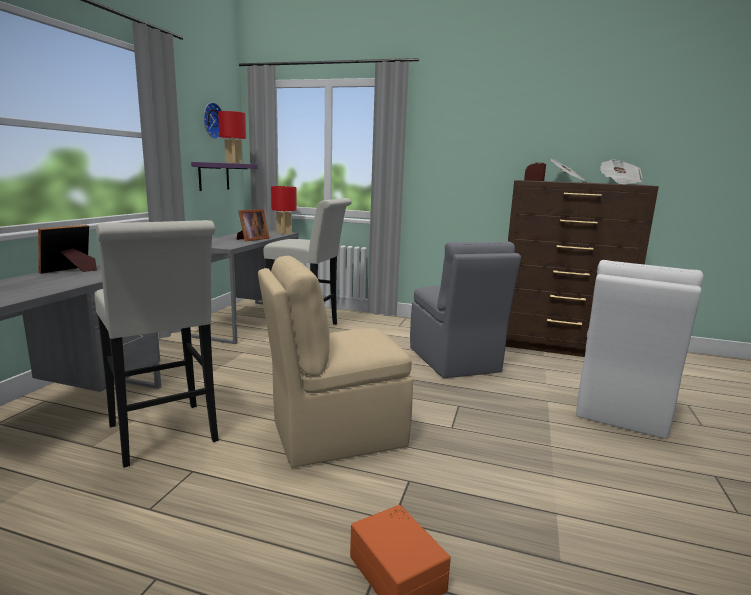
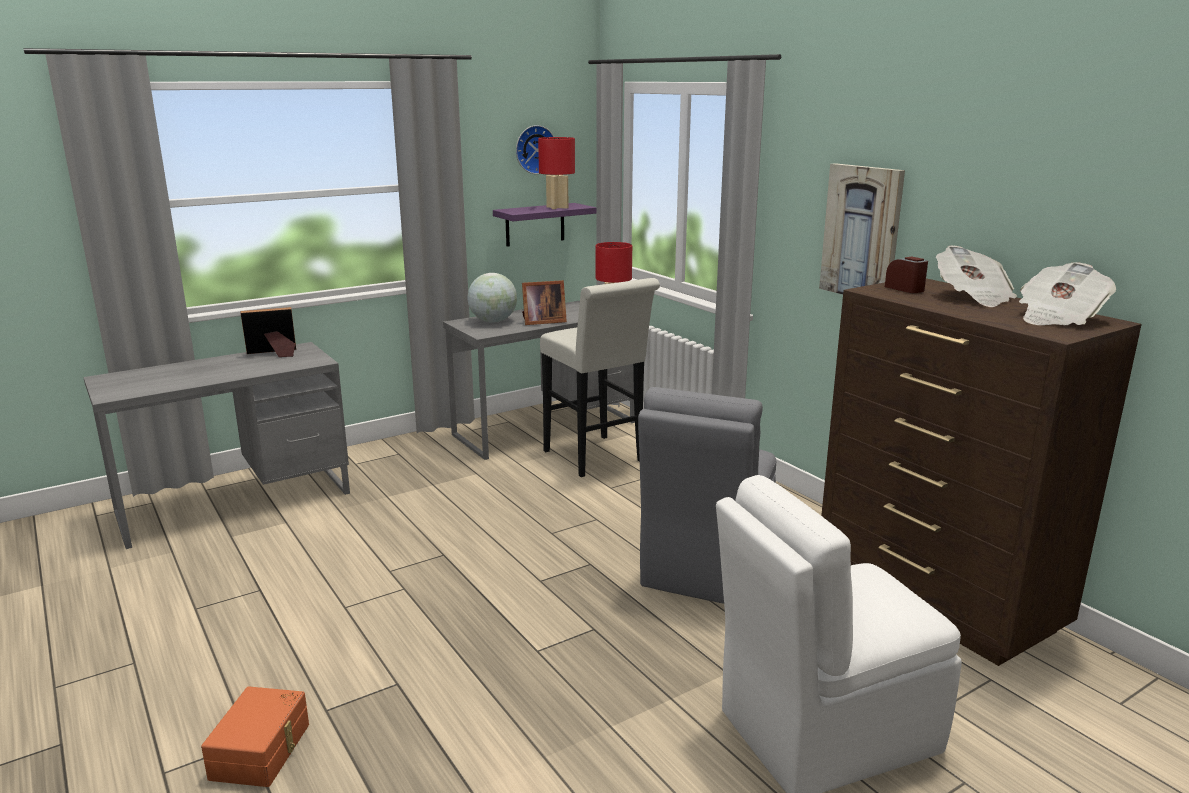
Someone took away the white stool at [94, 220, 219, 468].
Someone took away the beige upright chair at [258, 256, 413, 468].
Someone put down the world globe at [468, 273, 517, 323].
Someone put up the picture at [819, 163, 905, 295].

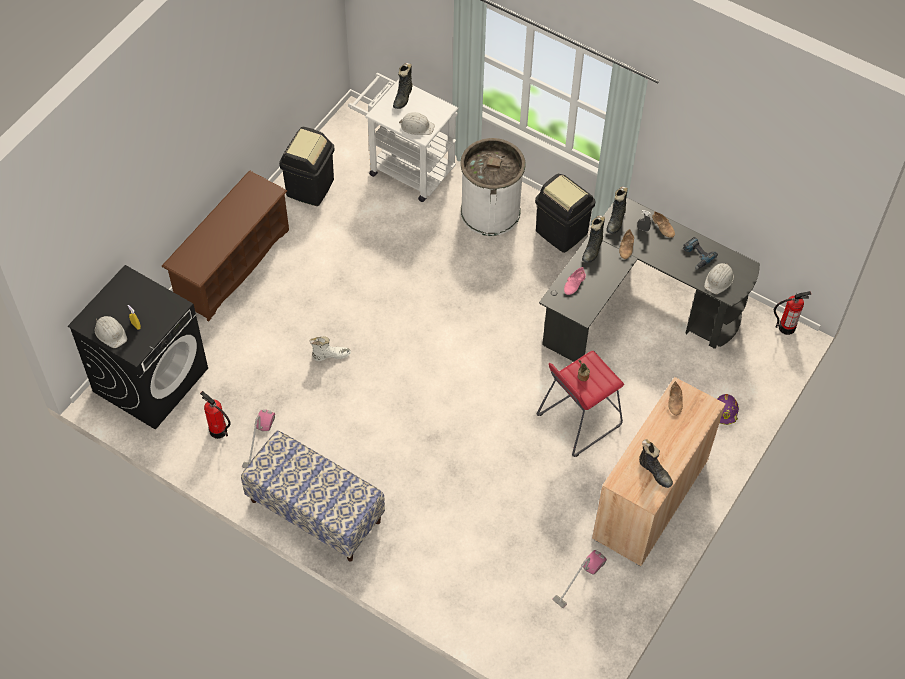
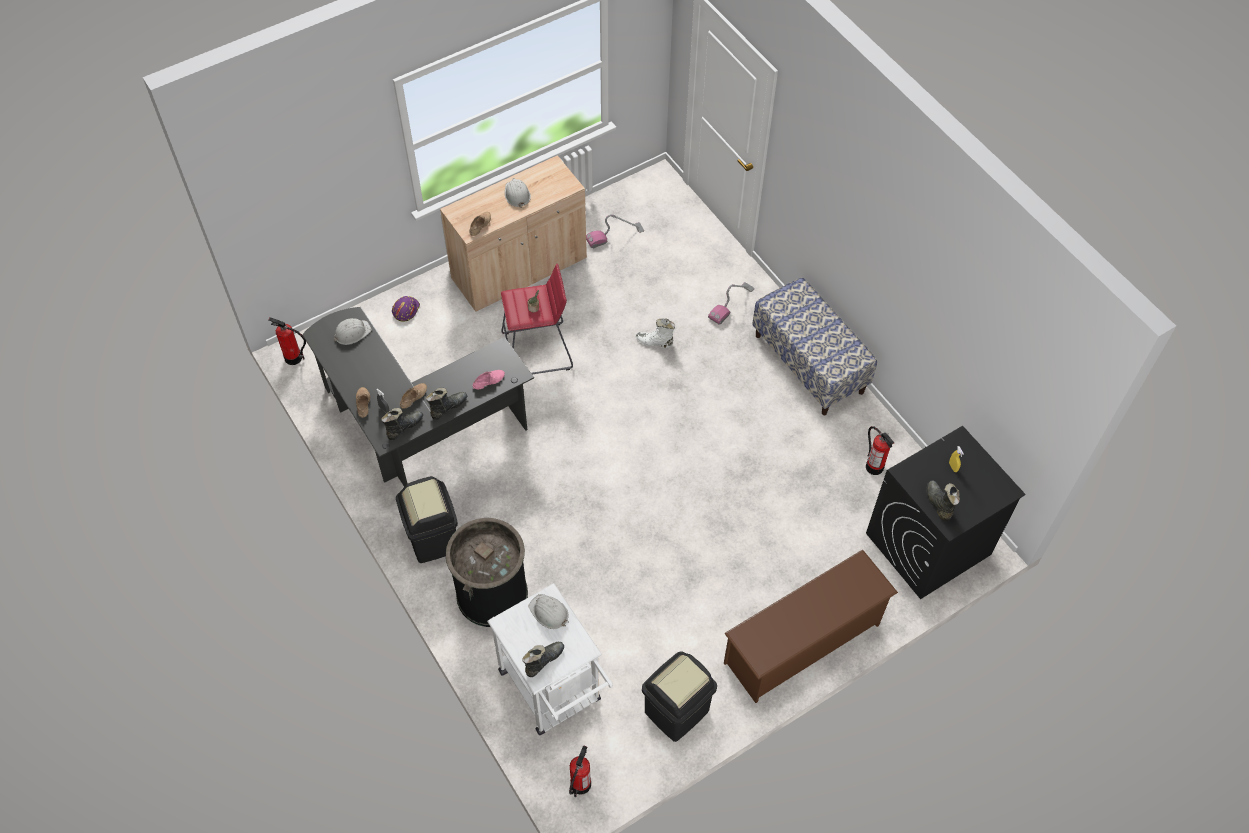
Someone carried the white safety helmet from [95, 316, 127, 348] to [505, 178, 531, 208].
Someone carried the hoover from [242, 409, 275, 468] to [708, 282, 755, 325].
Someone carried the white boot from [310, 336, 351, 361] to [636, 318, 675, 348].
Someone repainted the white rubbish bin at [460, 138, 526, 236], which became the blackish rubbish bin at [445, 518, 528, 627].
Someone carried the blackish boot from [639, 439, 673, 488] to [926, 481, 960, 521].
Someone took away the drill at [683, 237, 718, 269].
Someone put down the fire extinguisher at [569, 745, 591, 797].

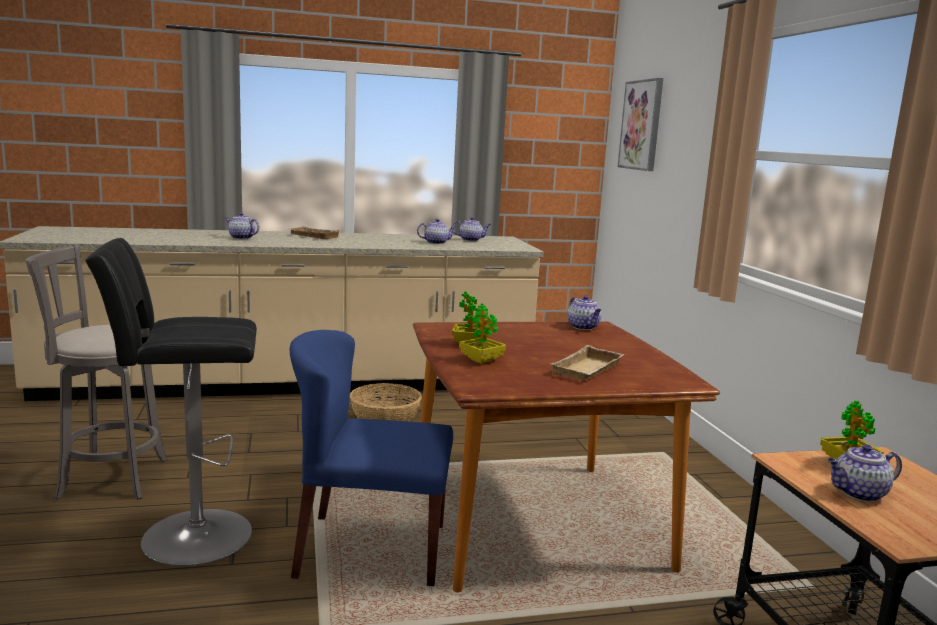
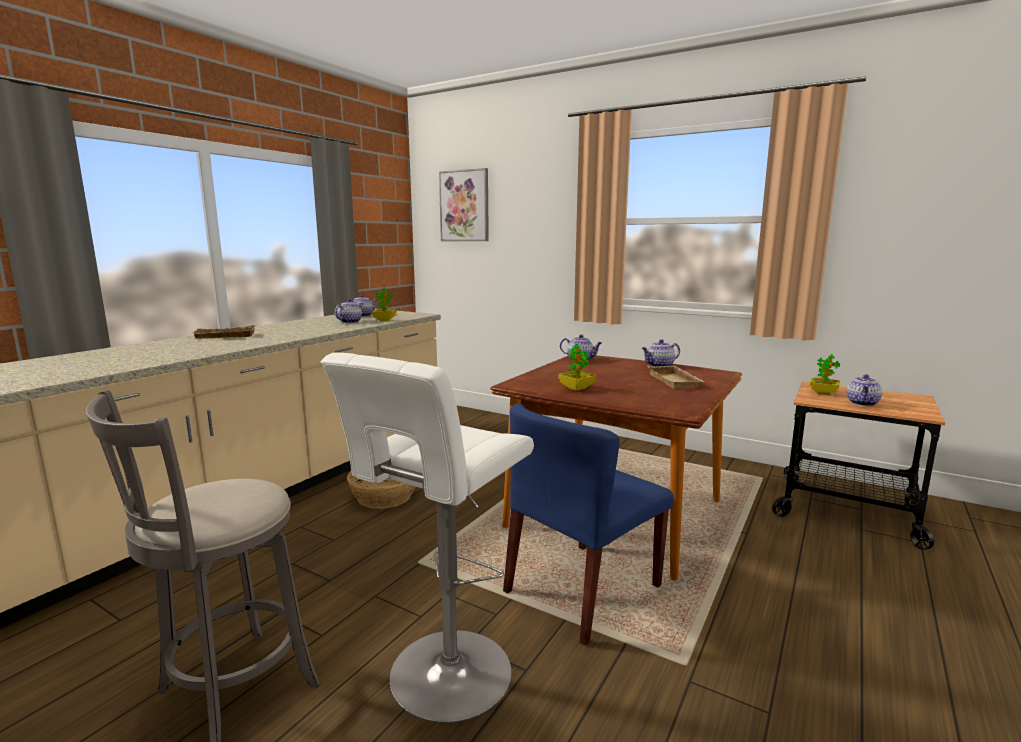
Someone repainted the blackish stool at [85, 238, 257, 566], which became the white stool at [321, 352, 534, 723].
Someone carried the pot for tea from [225, 213, 259, 239] to [642, 339, 680, 367].
Someone carried the houseplant from [459, 305, 506, 364] to [372, 287, 397, 321].

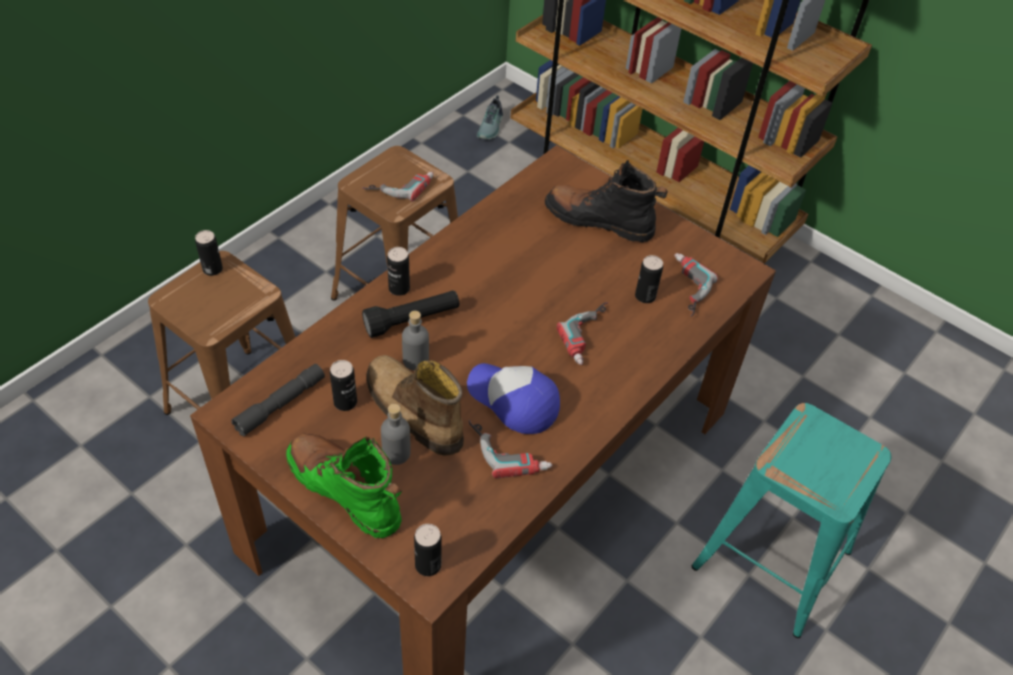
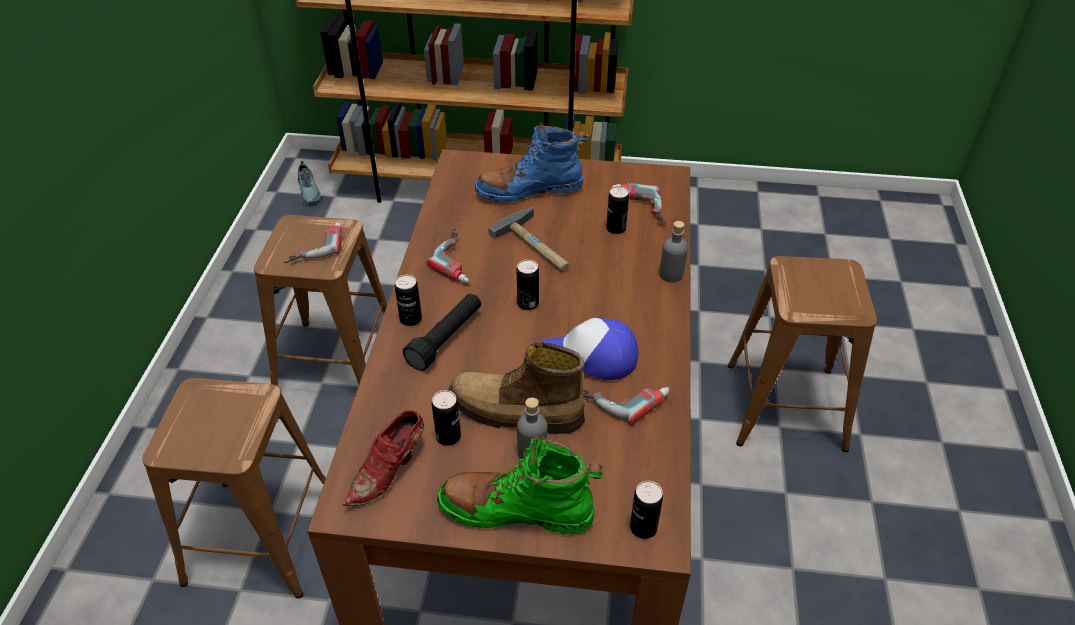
Someone carried the can from [195, 230, 223, 276] to [517, 259, 539, 310].
Someone swapped the gray torch at [231, 364, 325, 437] for the red low shoe at [343, 410, 424, 506].
Someone carried the gray bottle from [402, 311, 429, 371] to [659, 221, 688, 283].
Someone repainted the blackish boot at [545, 160, 668, 243], which became the blue-coloured boot at [475, 121, 588, 203].
Someone carried the drill from [557, 302, 608, 365] to [426, 228, 470, 283].
Someone repainted the turquoise stool at [692, 403, 891, 638], which became the brownish stool at [728, 256, 877, 452].
Someone put down the tool hammer at [488, 207, 569, 271].

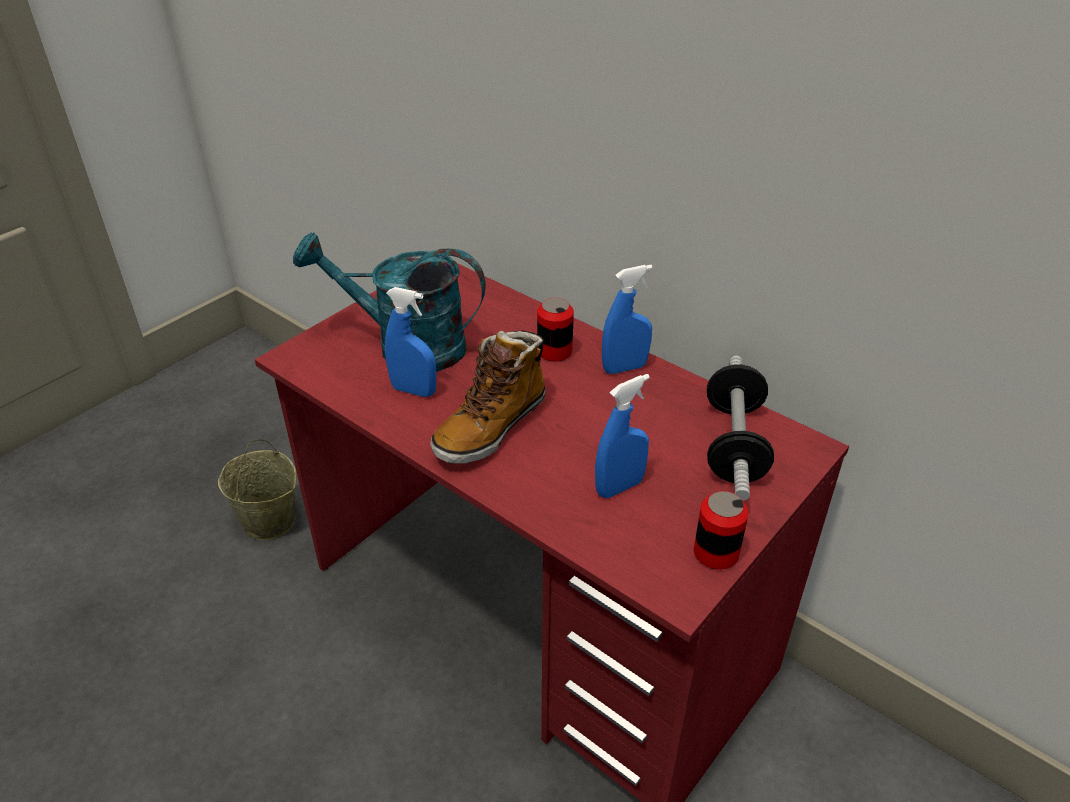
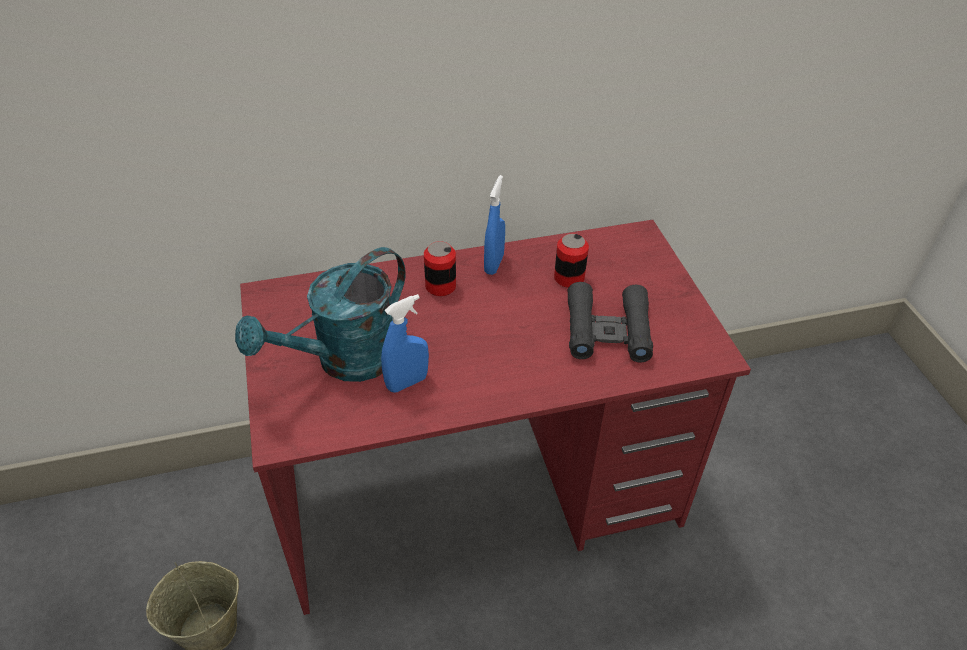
Someone took away the boot at [430, 331, 546, 464].
Someone swapped the blue-coloured hand sprayer at [595, 374, 650, 498] for the blackish binoculars at [567, 282, 653, 362].
Someone carried the can from [694, 491, 749, 570] to [554, 233, 589, 288].
Someone took away the free weight at [707, 356, 774, 501].

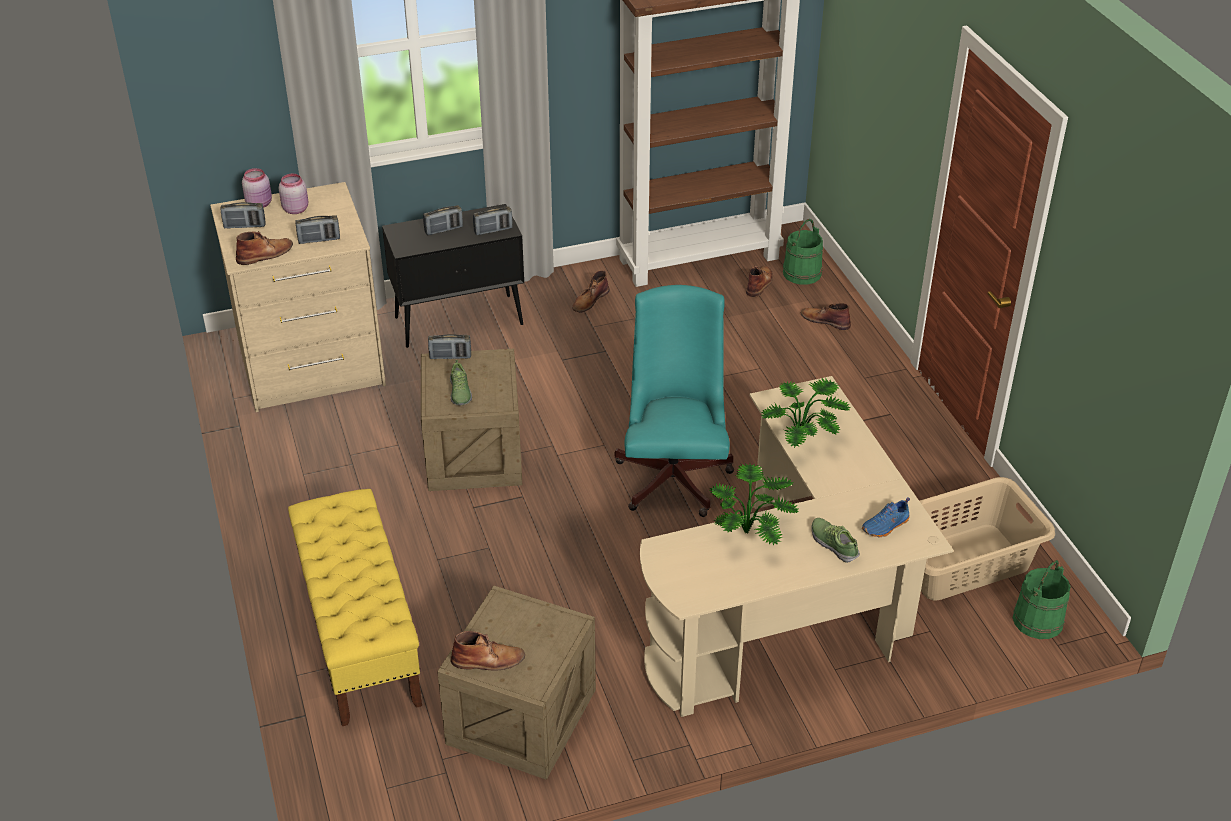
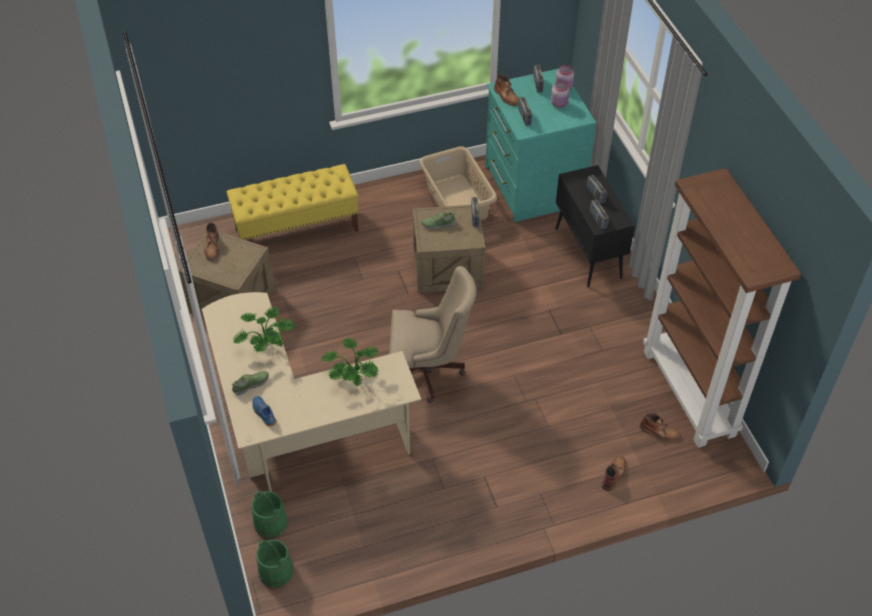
Someone repainted the beige chest of drawers at [210, 182, 386, 412], which became the turquoise chest of drawers at [485, 69, 596, 222].
Someone took away the brownish boot at [572, 270, 609, 312].
Someone repainted the turquoise office chair at [614, 285, 734, 517], which became the beige office chair at [389, 266, 477, 403].
Someone carried the green-coloured bucket from [783, 219, 823, 285] to [252, 491, 288, 538].
Someone carried the beige washing basket from [920, 477, 1055, 601] to [419, 146, 497, 219].

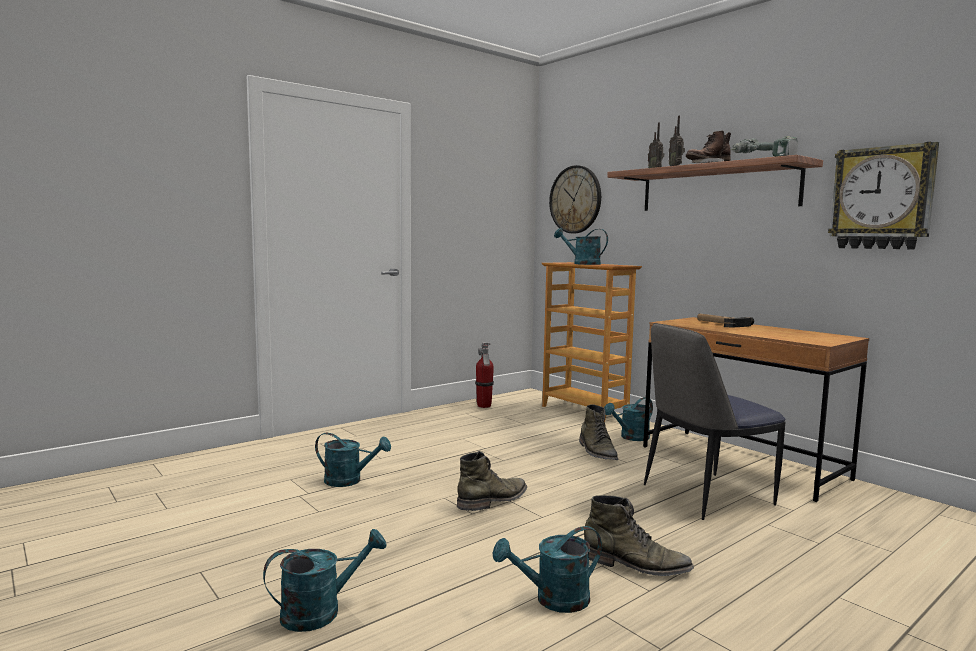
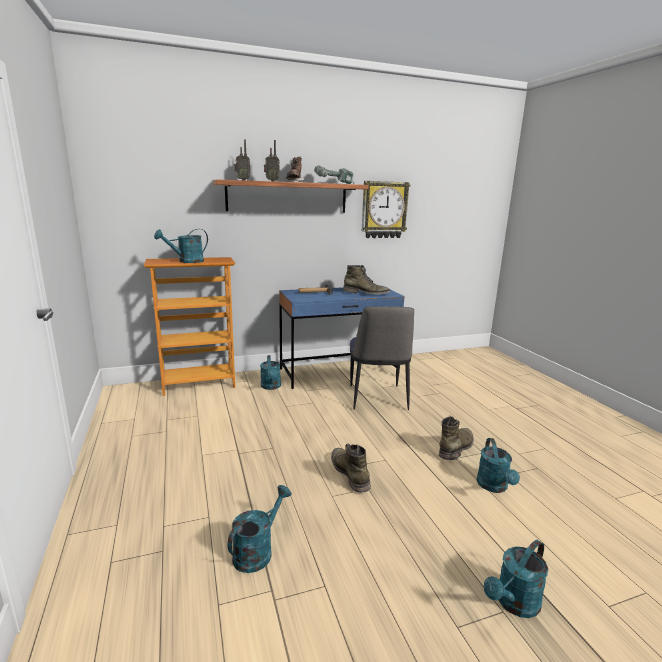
Someone rotated the turquoise watering can at [263, 529, 387, 632] by 120 degrees counterclockwise.
Someone took away the fire extinguisher at [475, 342, 494, 408].
Someone took away the clock on the wall at [549, 165, 601, 233].
Someone carried the green-coloured boot from [579, 404, 618, 460] to [343, 265, 391, 295].
Someone repainted the brownish desk at [643, 317, 869, 502], which became the blue-coloured desk at [279, 286, 405, 389].

